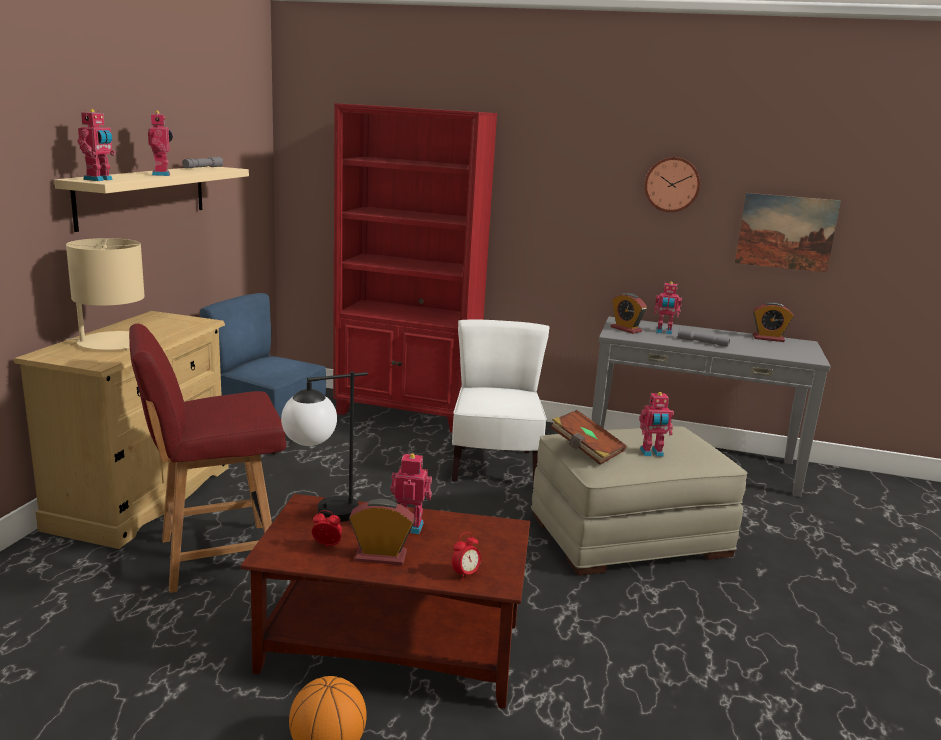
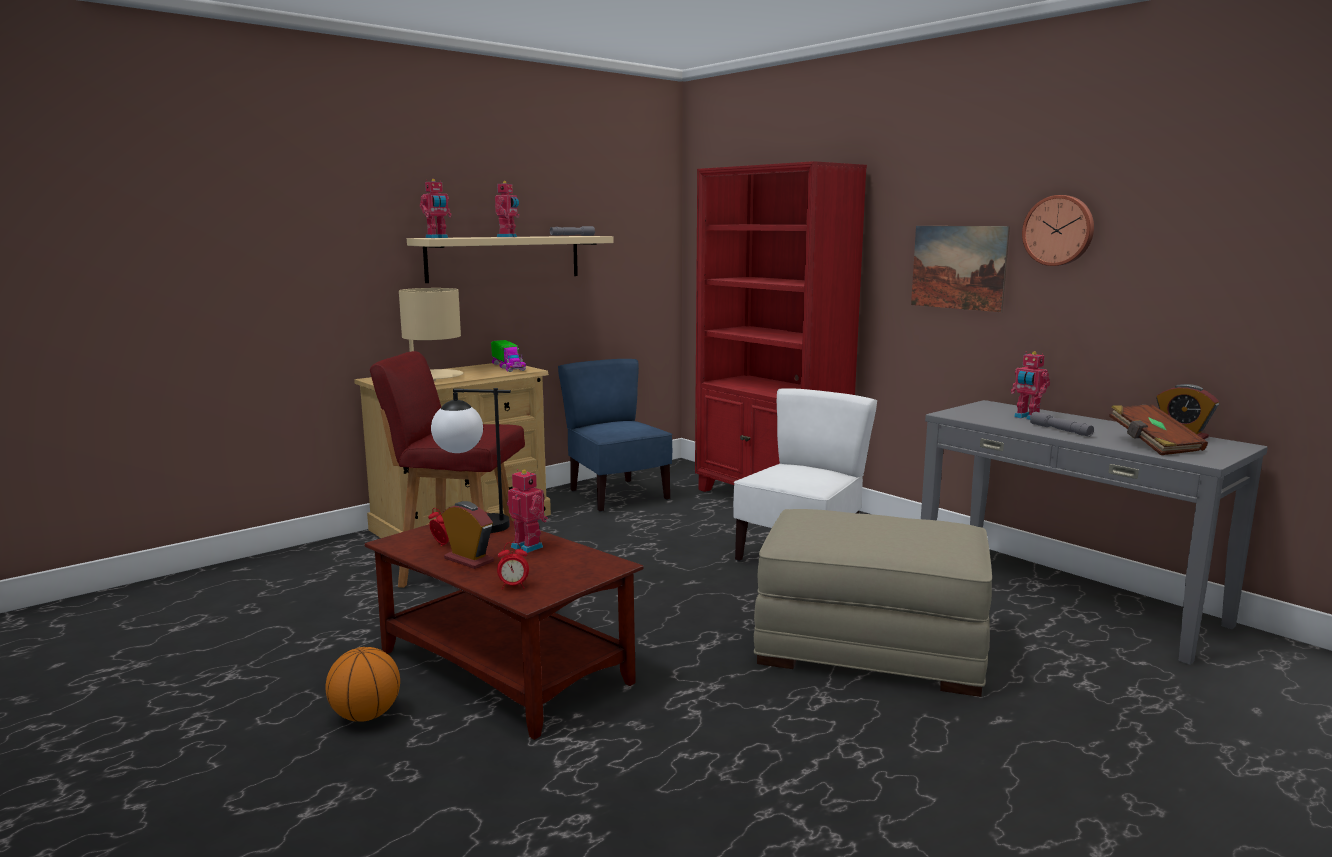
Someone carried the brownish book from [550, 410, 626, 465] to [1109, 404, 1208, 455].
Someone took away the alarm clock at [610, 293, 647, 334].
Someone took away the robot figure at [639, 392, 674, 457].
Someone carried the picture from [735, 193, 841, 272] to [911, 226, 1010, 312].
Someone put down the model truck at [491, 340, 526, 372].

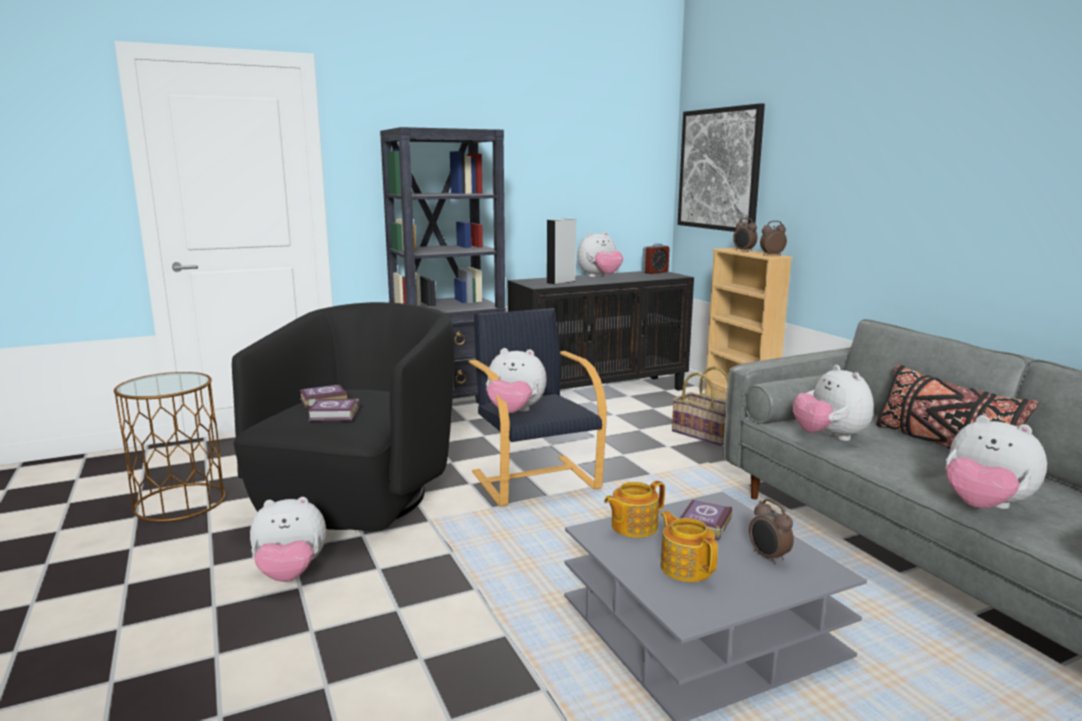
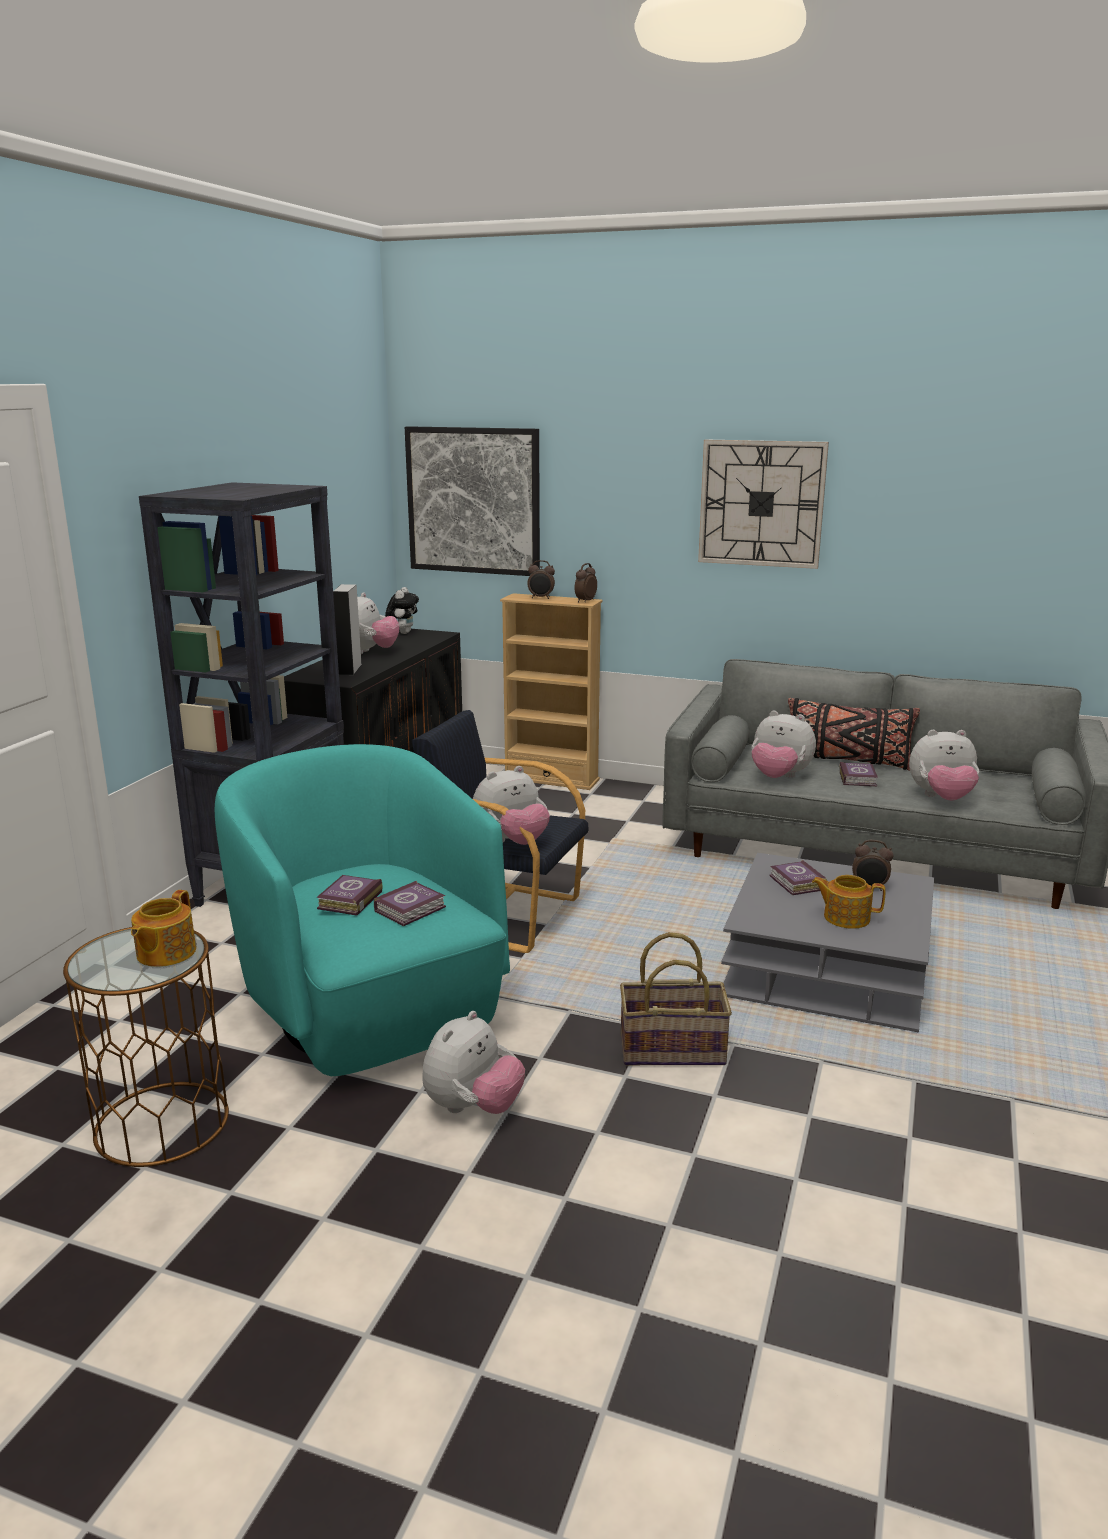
Someone repainted the blackish armchair at [232, 302, 455, 531], which became the turquoise armchair at [215, 744, 510, 1076].
Someone carried the pot for tea from [604, 481, 665, 538] to [131, 890, 196, 967].
Someone swapped the alarm clock at [642, 243, 670, 274] for the plush toy at [385, 587, 419, 634].
Someone carried the household basket from [672, 366, 728, 446] to [620, 932, 732, 1065].
Someone put up the clock on the wall at [698, 439, 829, 569].
Someone put down the book at [839, 762, 878, 787].

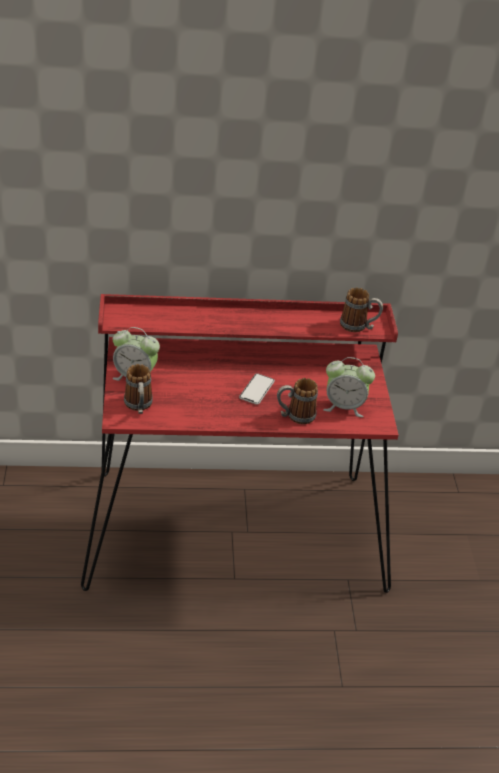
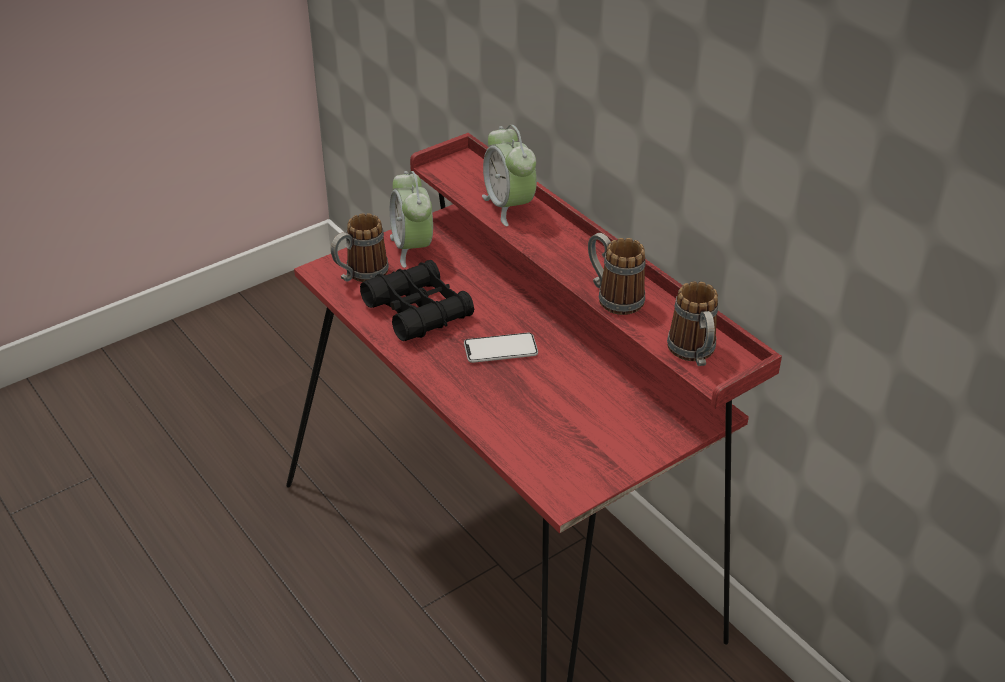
Someone carried the tea mug from [277, 378, 318, 424] to [588, 233, 646, 315].
Someone carried the alarm clock from [323, 357, 375, 417] to [482, 125, 537, 226].
Someone put down the blackish binoculars at [360, 260, 474, 341].

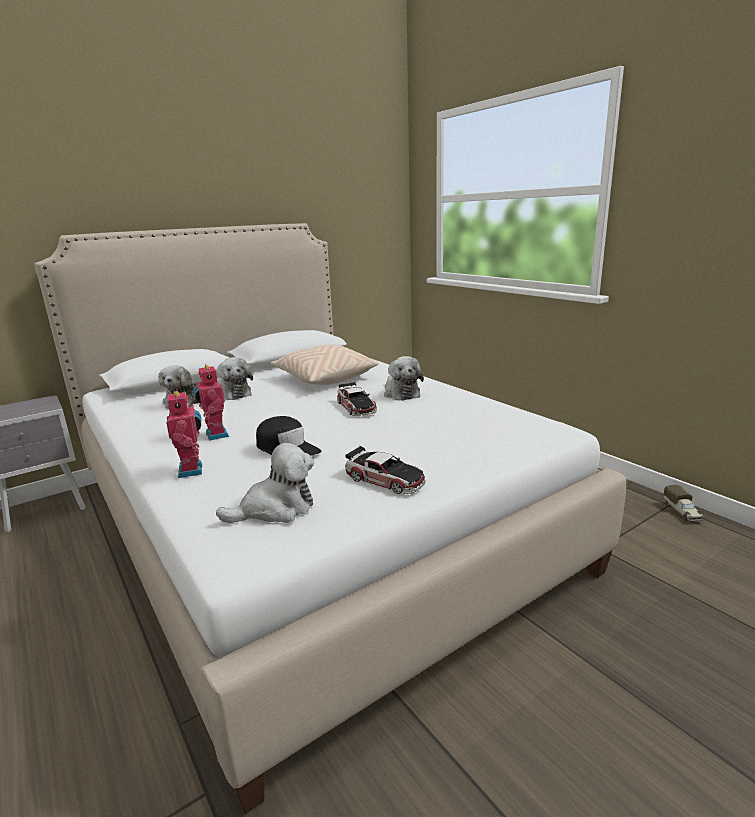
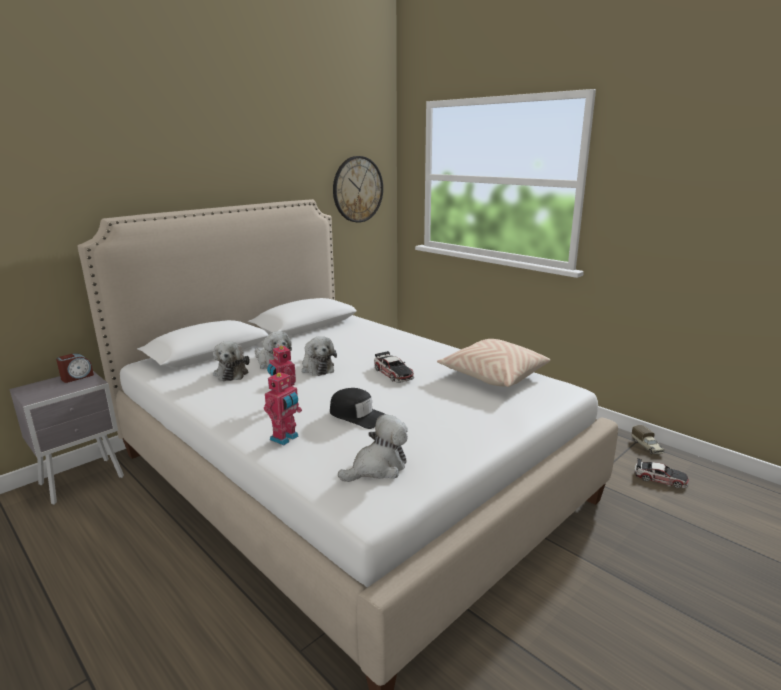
Someone rotated the robot figure at [167, 390, 202, 478] by 60 degrees clockwise.
Someone carried the beige cushion from [271, 344, 379, 385] to [437, 339, 550, 387].
Someone carried the toy car from [345, 446, 425, 494] to [635, 458, 689, 488].
Someone carried the plush toy from [384, 356, 424, 401] to [302, 336, 337, 376].
Someone put down the alarm clock at [56, 353, 94, 383].
Someone put up the clock on the wall at [333, 156, 383, 223].

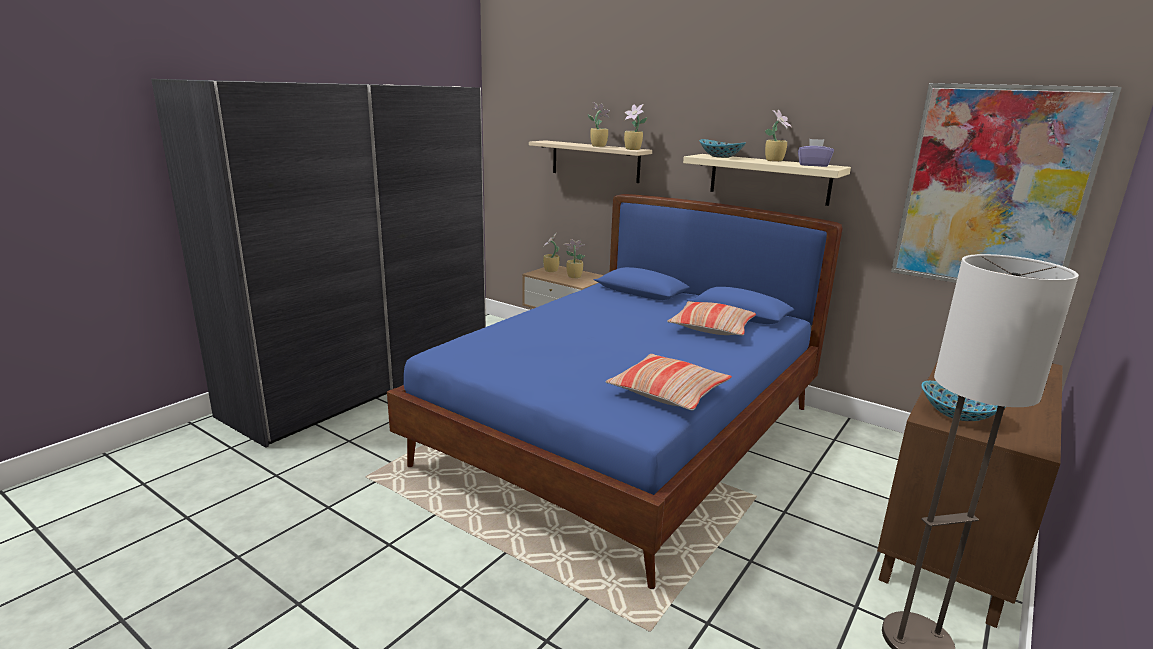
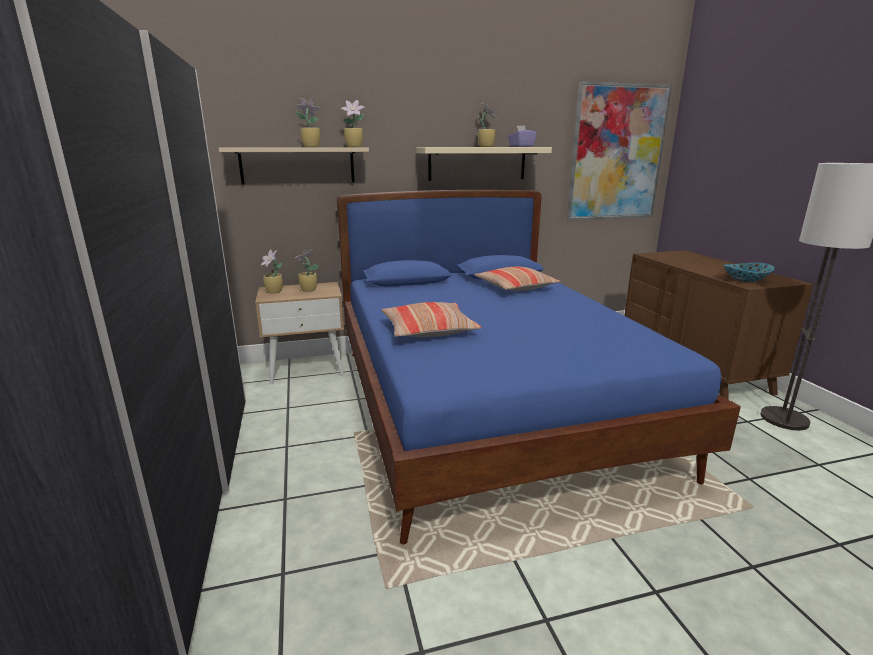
Someone carried the cushion from [606, 354, 732, 411] to [382, 302, 481, 337].
Someone took away the deep dish at [699, 139, 746, 158].

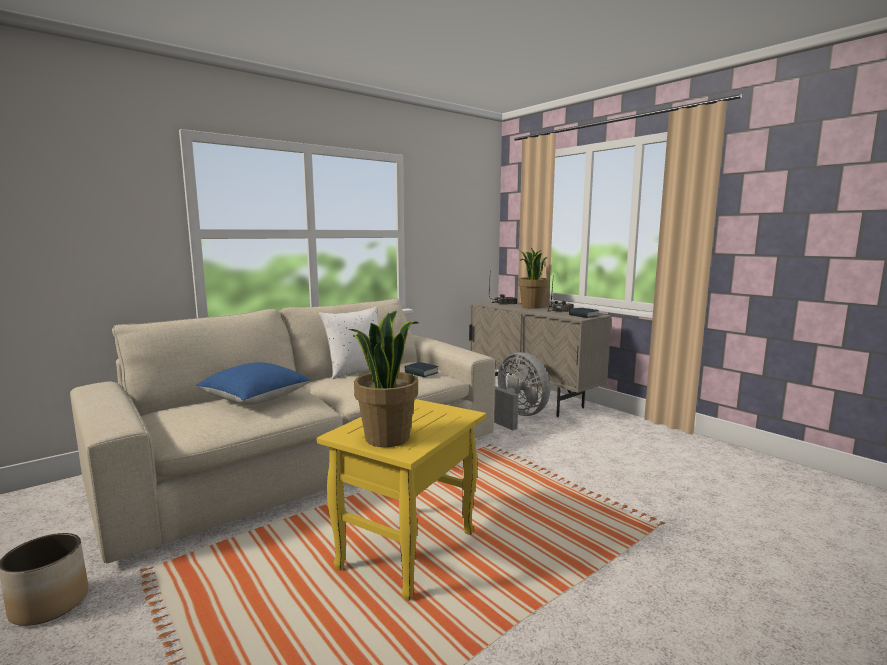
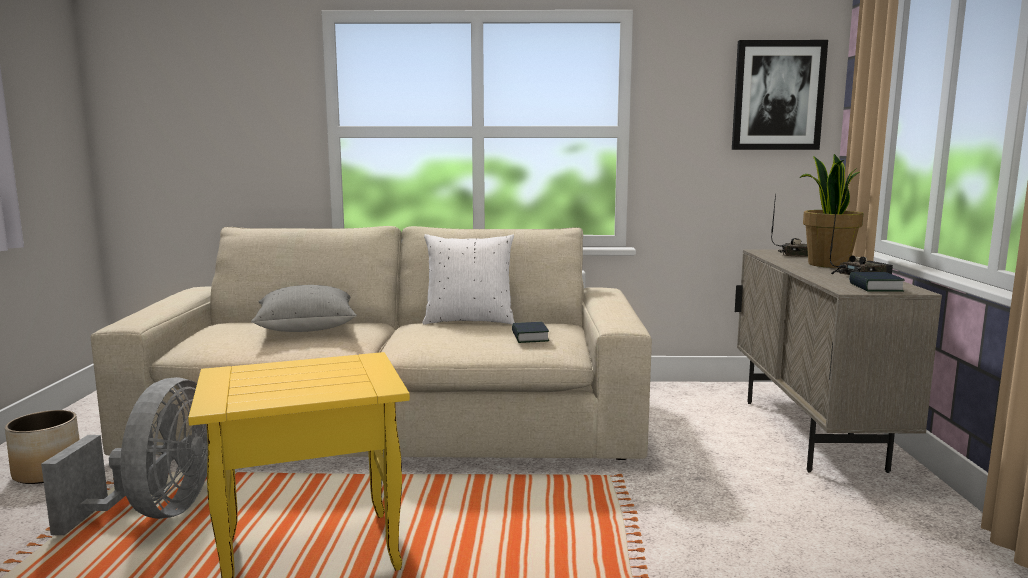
Someone repainted the blue-coloured cushion at [195, 362, 312, 405], which became the gray cushion at [251, 285, 357, 332].
Someone took away the houseplant at [349, 311, 419, 447].
Someone carried the gray cooling fan from [494, 352, 550, 430] to [41, 377, 208, 535].
Someone put up the picture at [732, 40, 828, 150].

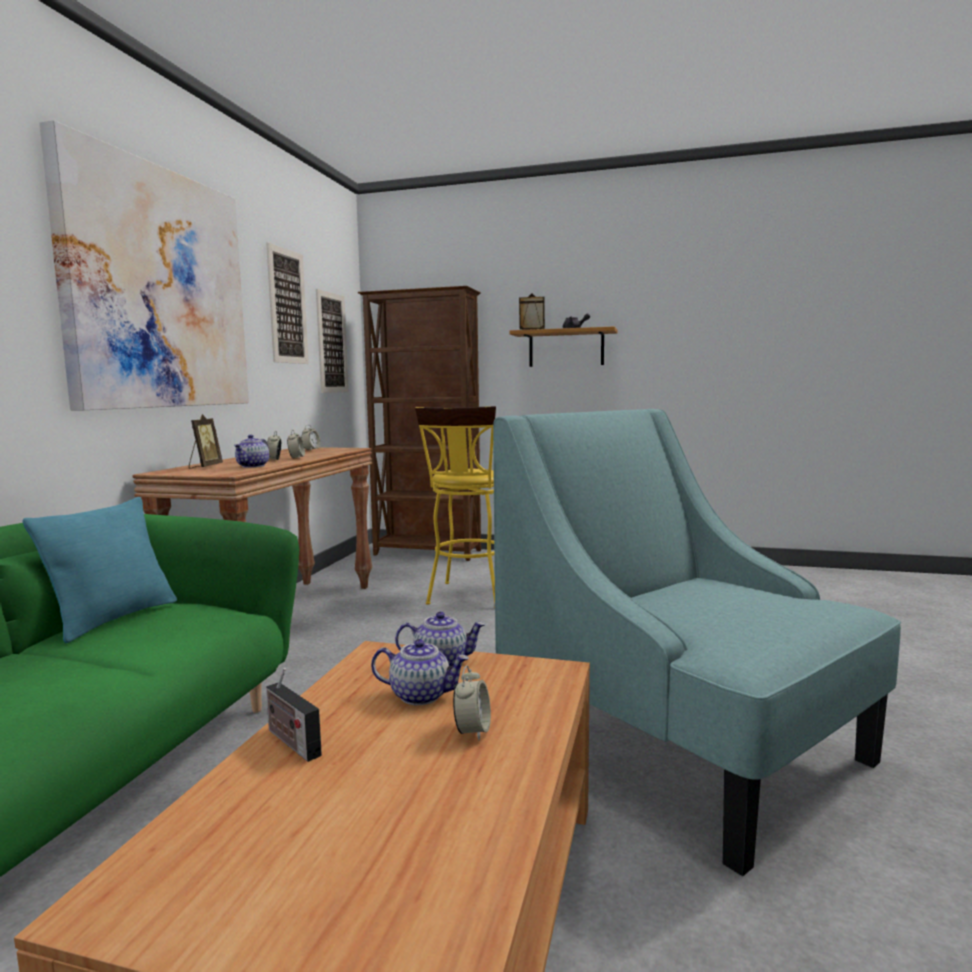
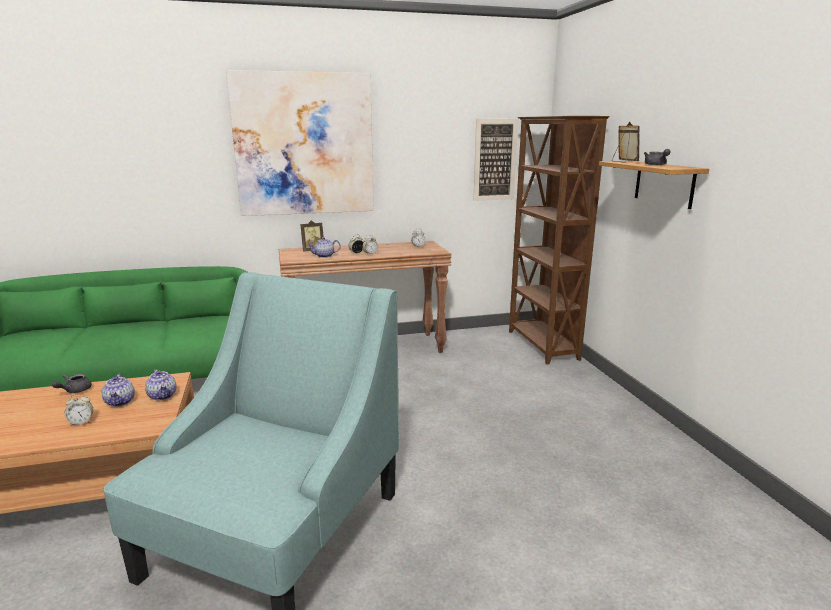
Someone took away the turquoise cushion at [22, 497, 177, 643].
Someone took away the picture at [266, 242, 309, 364].
Someone swapped the radio receiver at [266, 668, 322, 762] for the gray pot for tea at [52, 374, 92, 393].
Someone took away the yellow-coloured stool at [415, 406, 496, 605].

